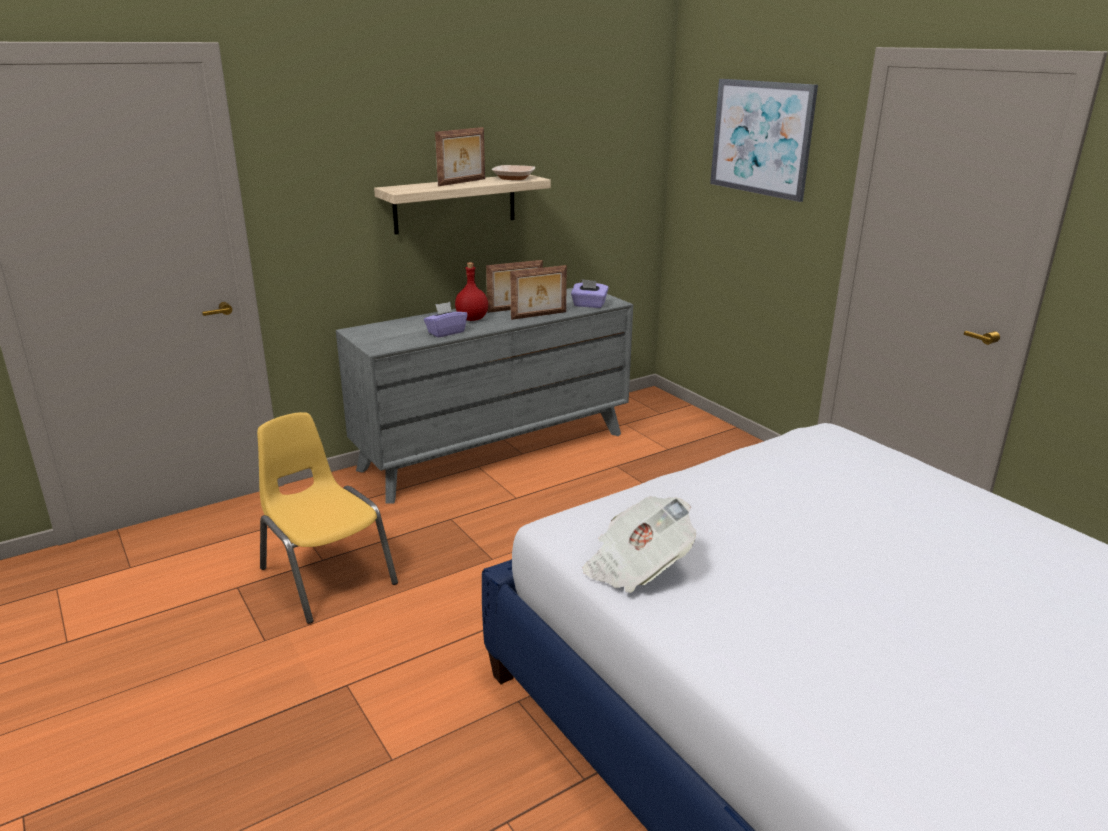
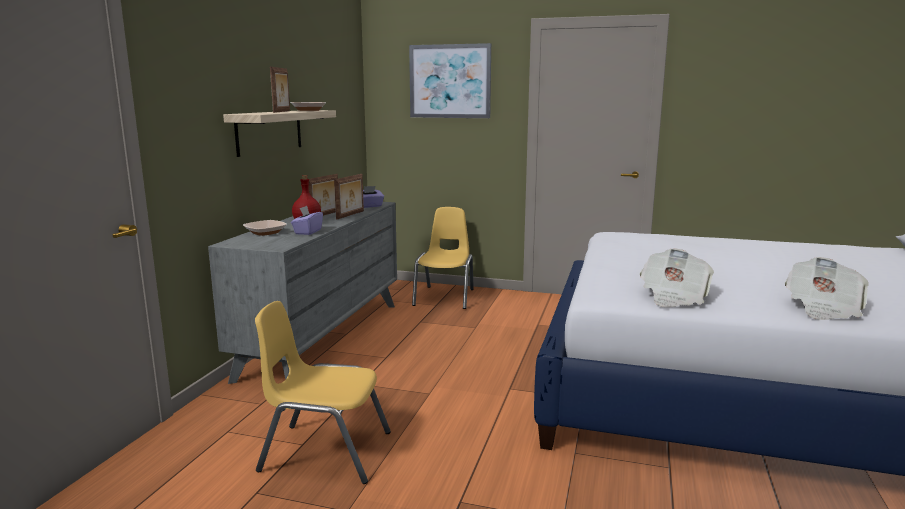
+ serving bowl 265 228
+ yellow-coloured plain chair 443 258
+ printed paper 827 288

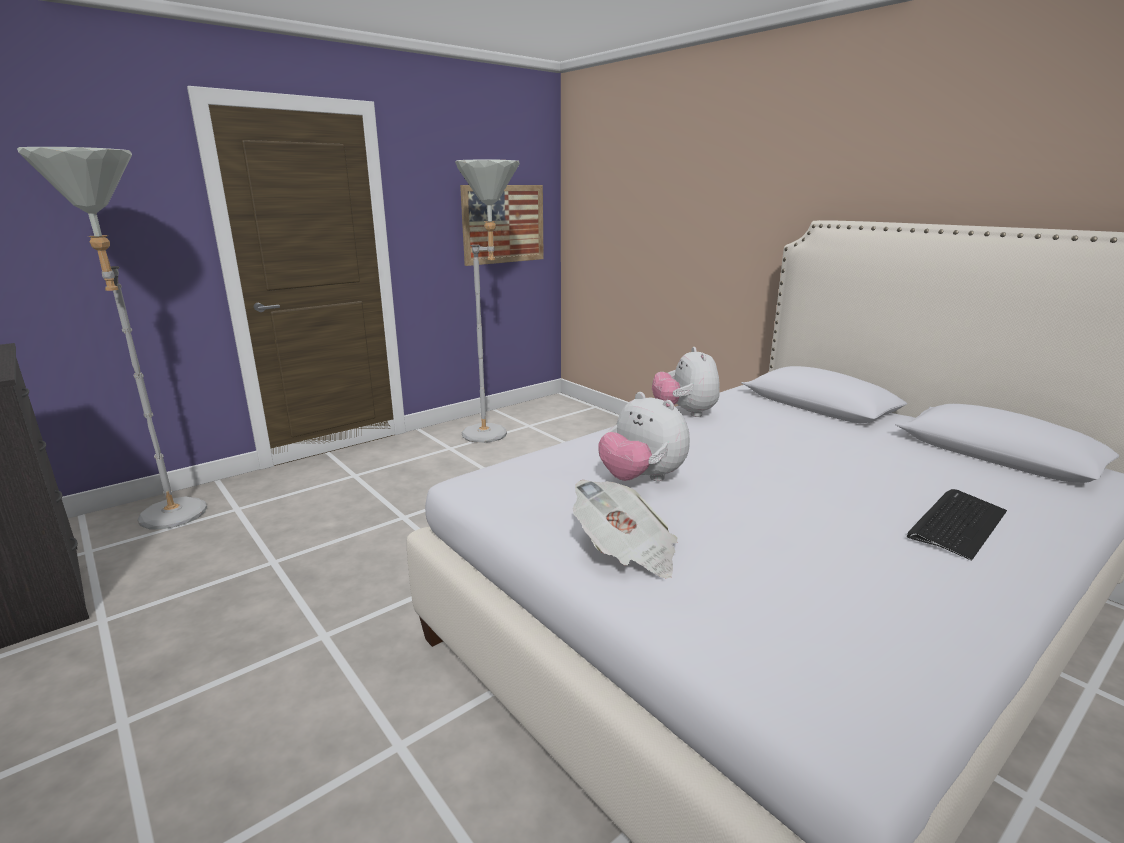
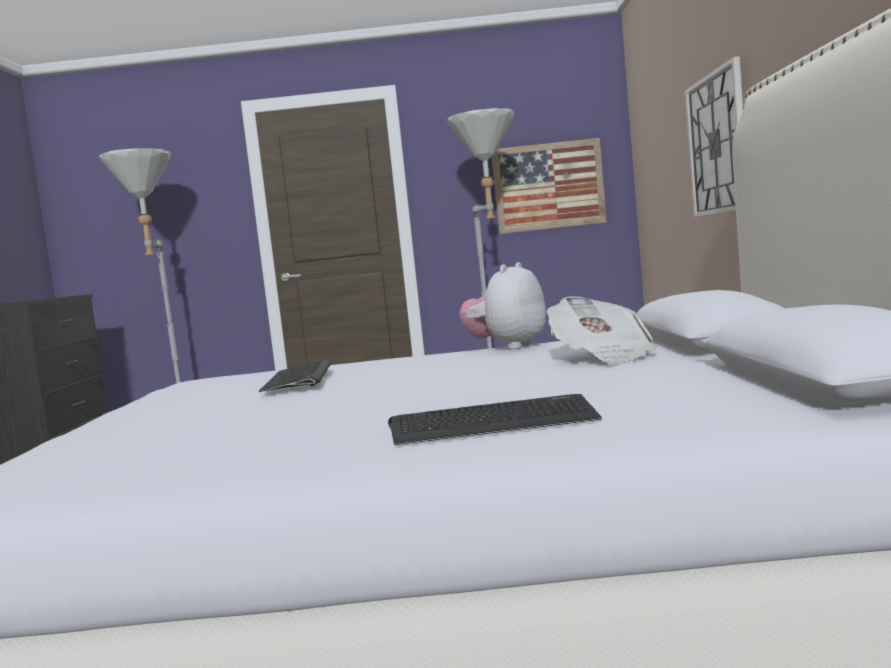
~ plush toy 644 436 to keyboard 295 376
~ printed paper 624 529 to 601 330
+ hanging clock 714 136

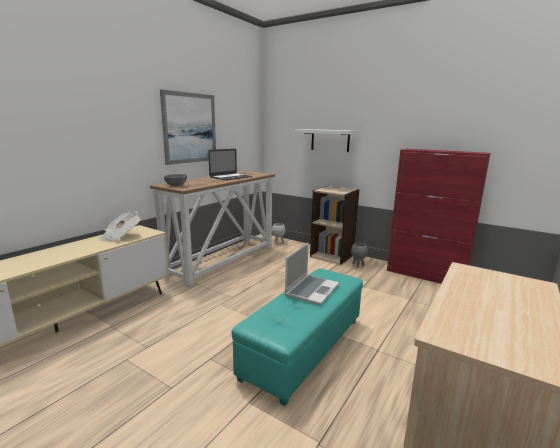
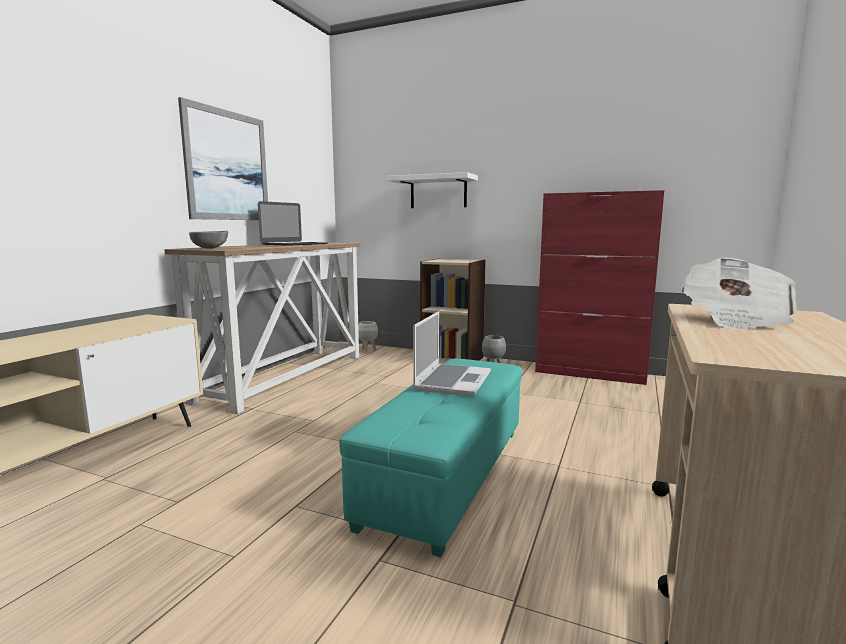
~ printed paper 119 226 to 739 293

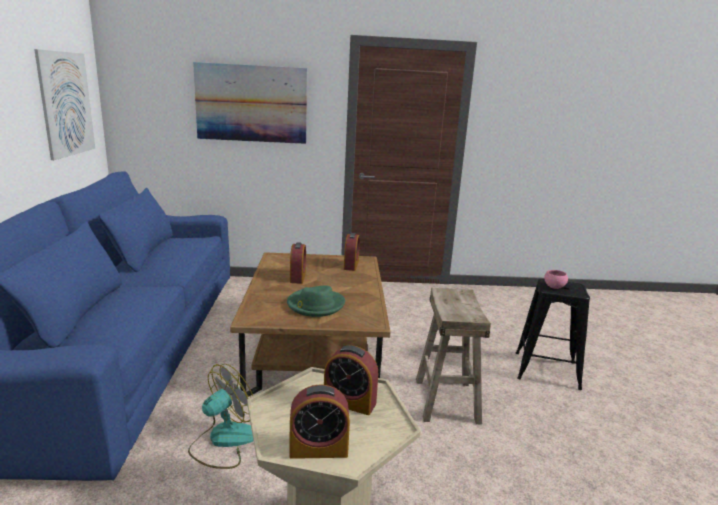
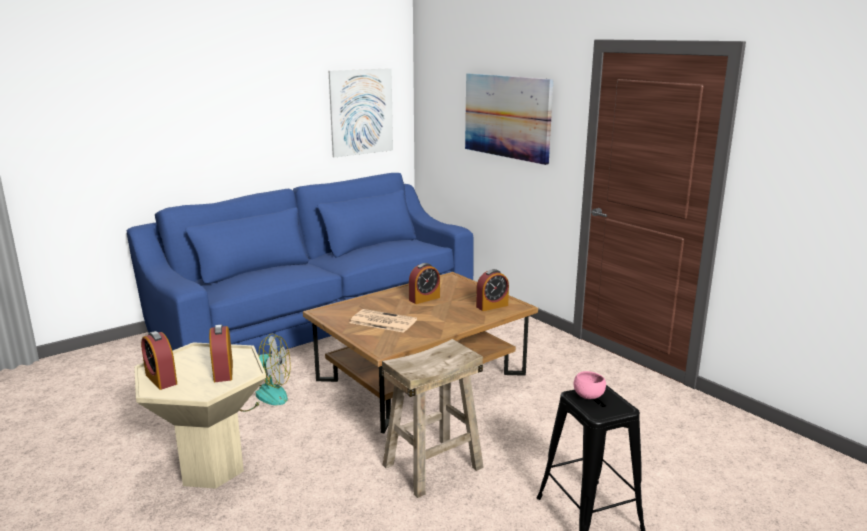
~ green hat 316 301 to printed paper 383 321

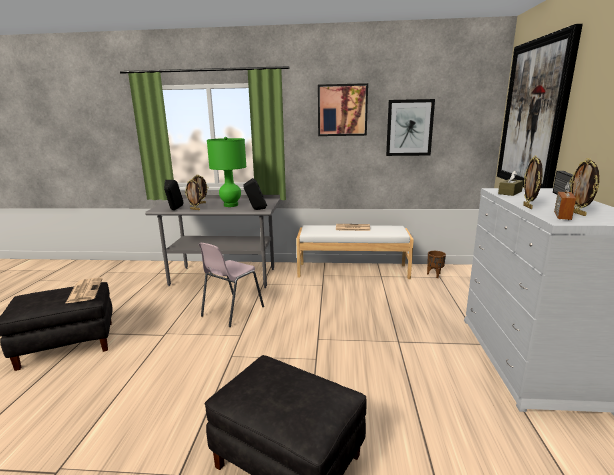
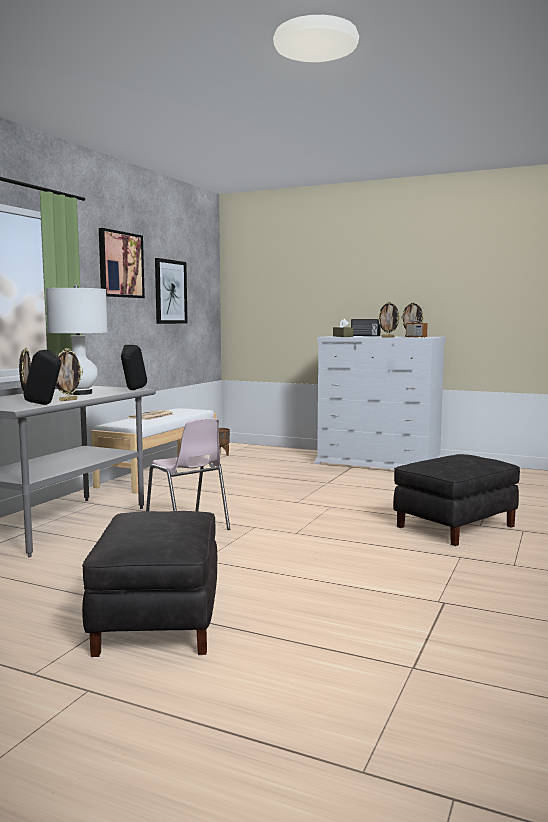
~ green tabletop lamp 227 172 to white tabletop lamp 77 340
- printed paper 84 290
- wall picture 540 106

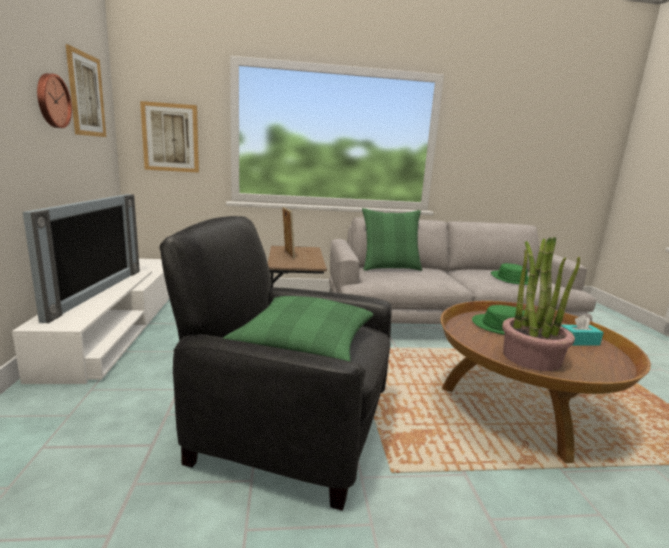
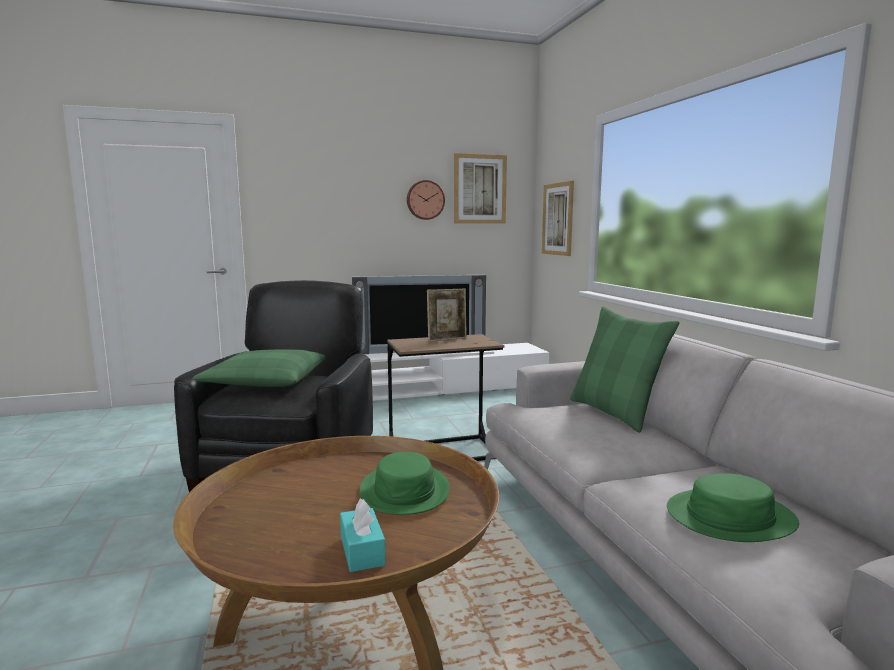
- houseplant 541 304

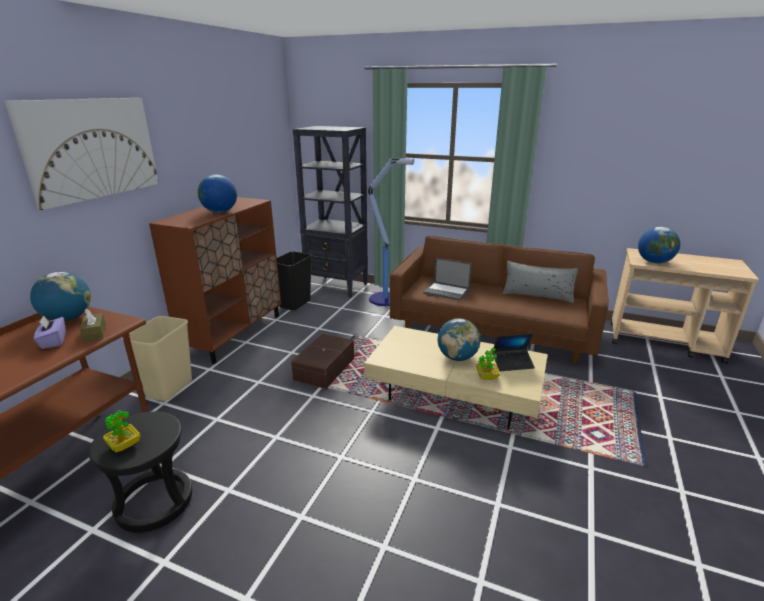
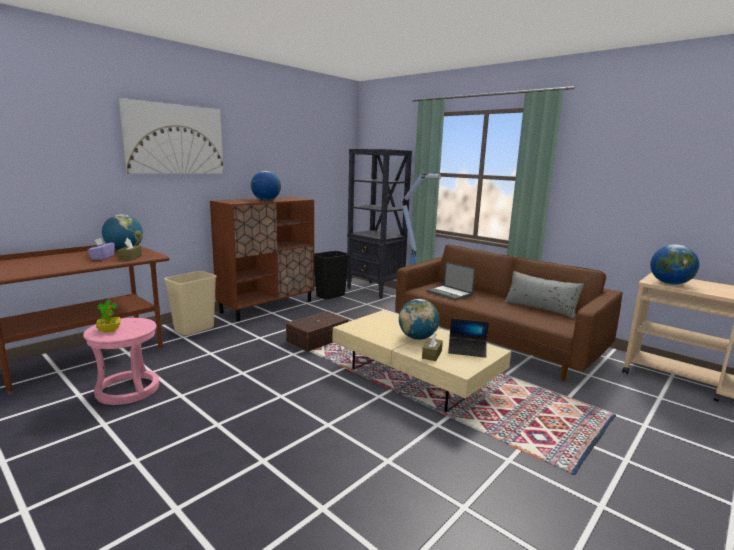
~ black stool seat 140 472 to pink-coloured stool seat 121 361
~ houseplant 488 363 to brownish tissue box 432 347

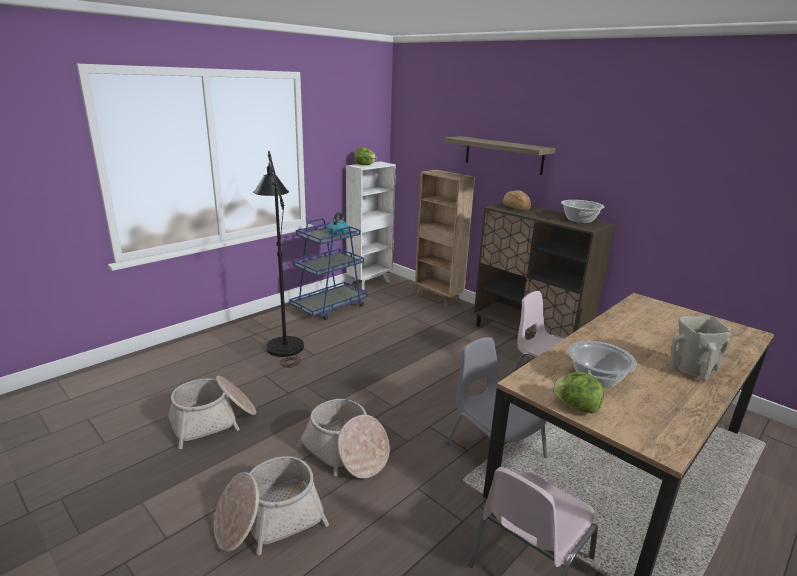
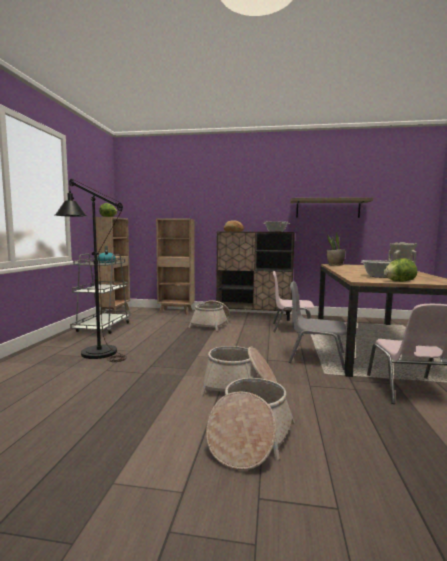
~ bluish wheeled cart 328 269 to gray wheeled cart 100 294
~ white bookshelf 371 225 to brownish bookshelf 112 265
~ basket 212 412 to 209 315
~ shelf 499 155 to 331 207
+ houseplant 336 249

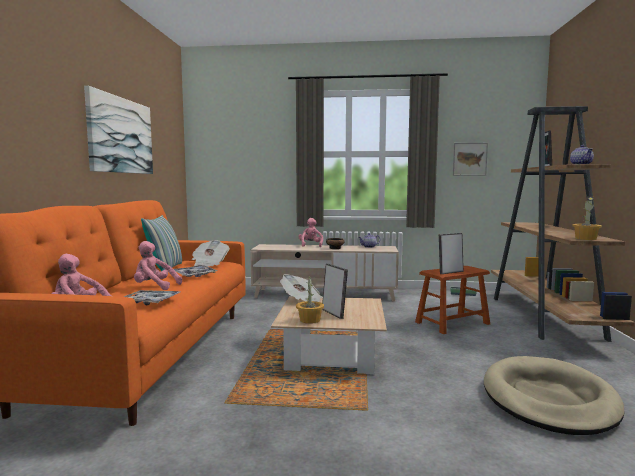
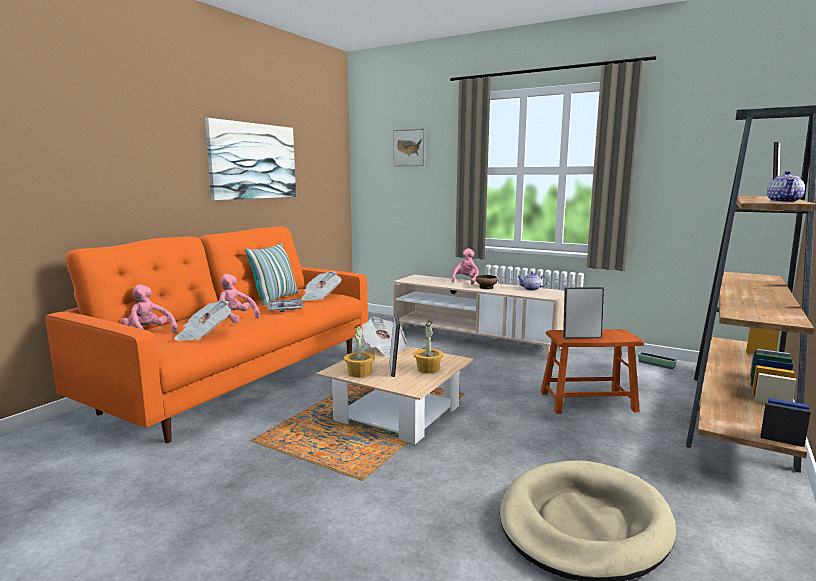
~ carrying tray 152 297 to printed paper 202 320
~ wall picture 470 159 to 409 147
~ houseplant 587 218 to 428 347

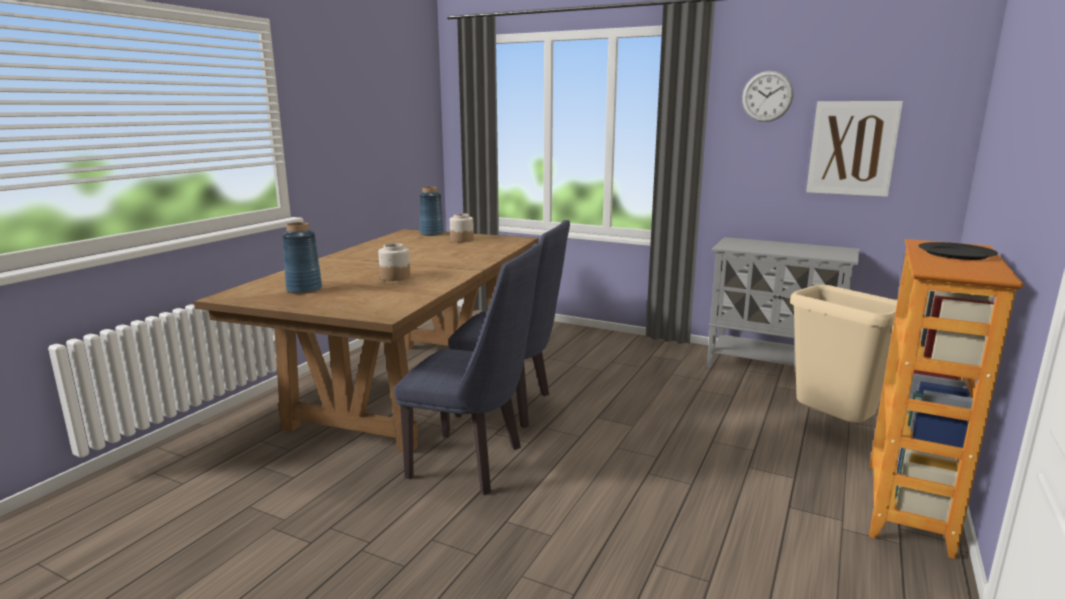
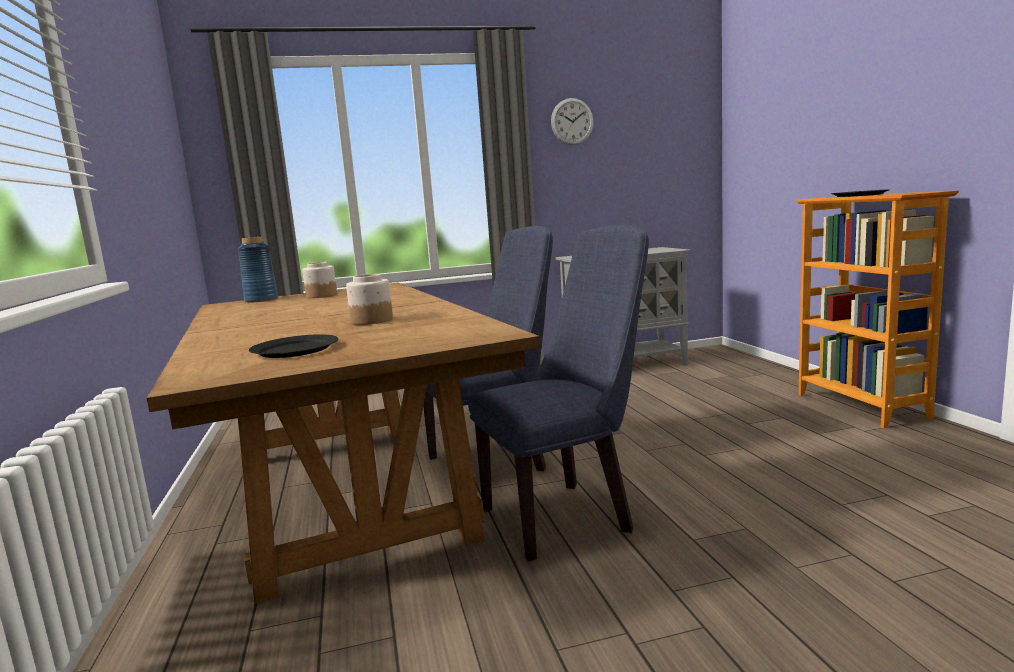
~ bluish decorative vase 302 258 to black dinner plate 293 346
- beige rubbish bin 843 354
- wall picture 854 149

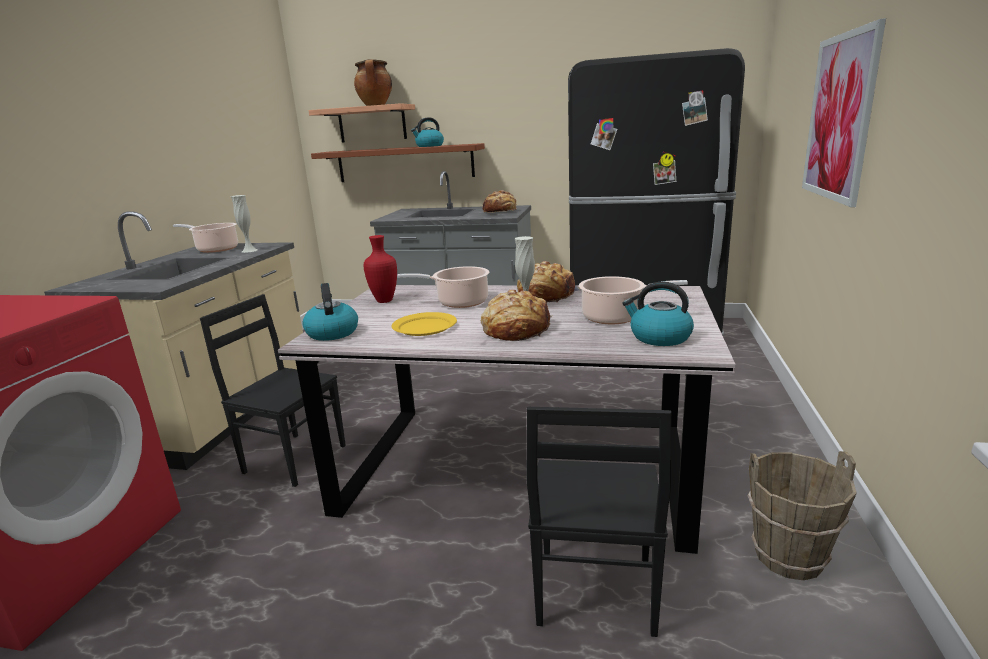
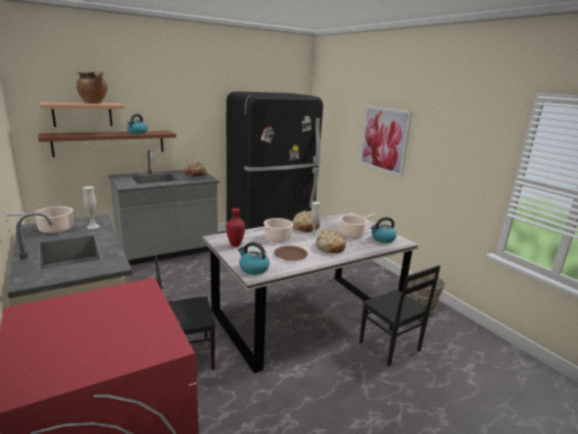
~ yellow-coloured dinner plate 424 324 to brownish dinner plate 291 253

